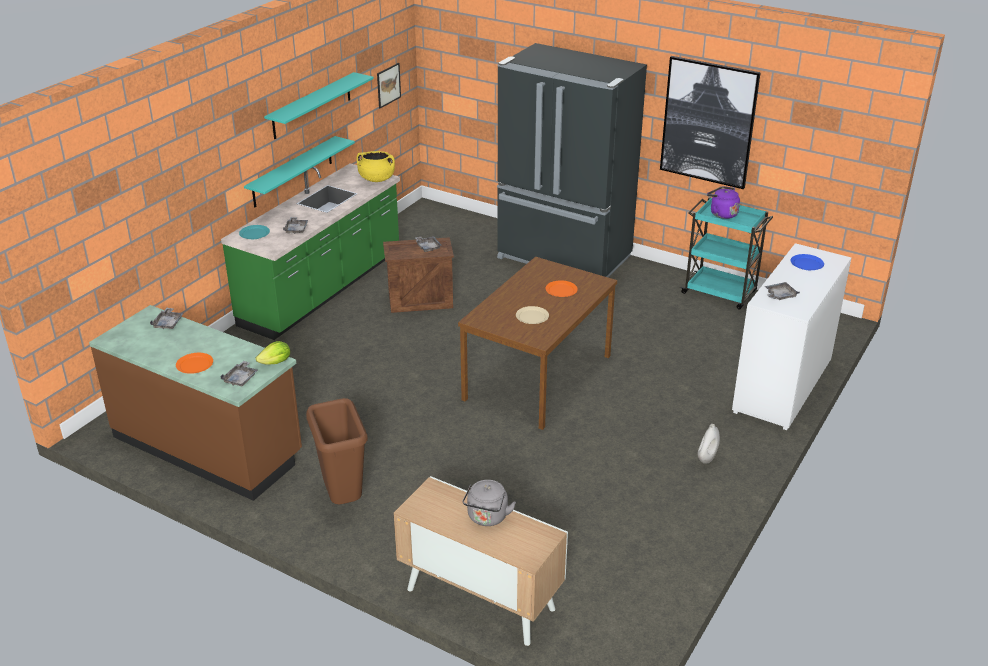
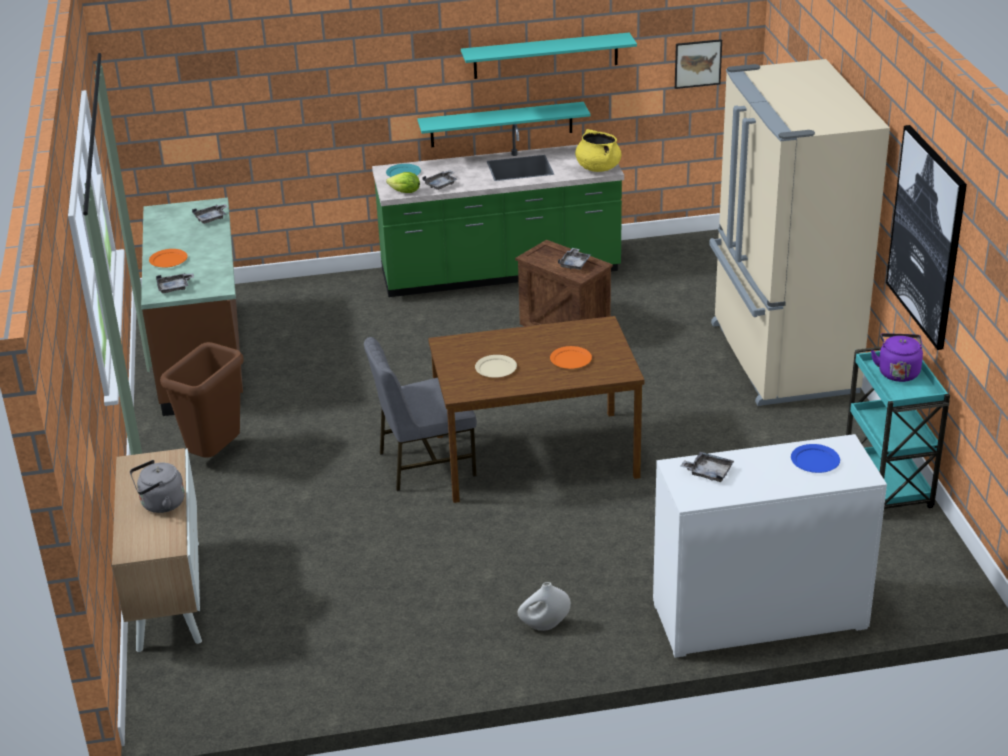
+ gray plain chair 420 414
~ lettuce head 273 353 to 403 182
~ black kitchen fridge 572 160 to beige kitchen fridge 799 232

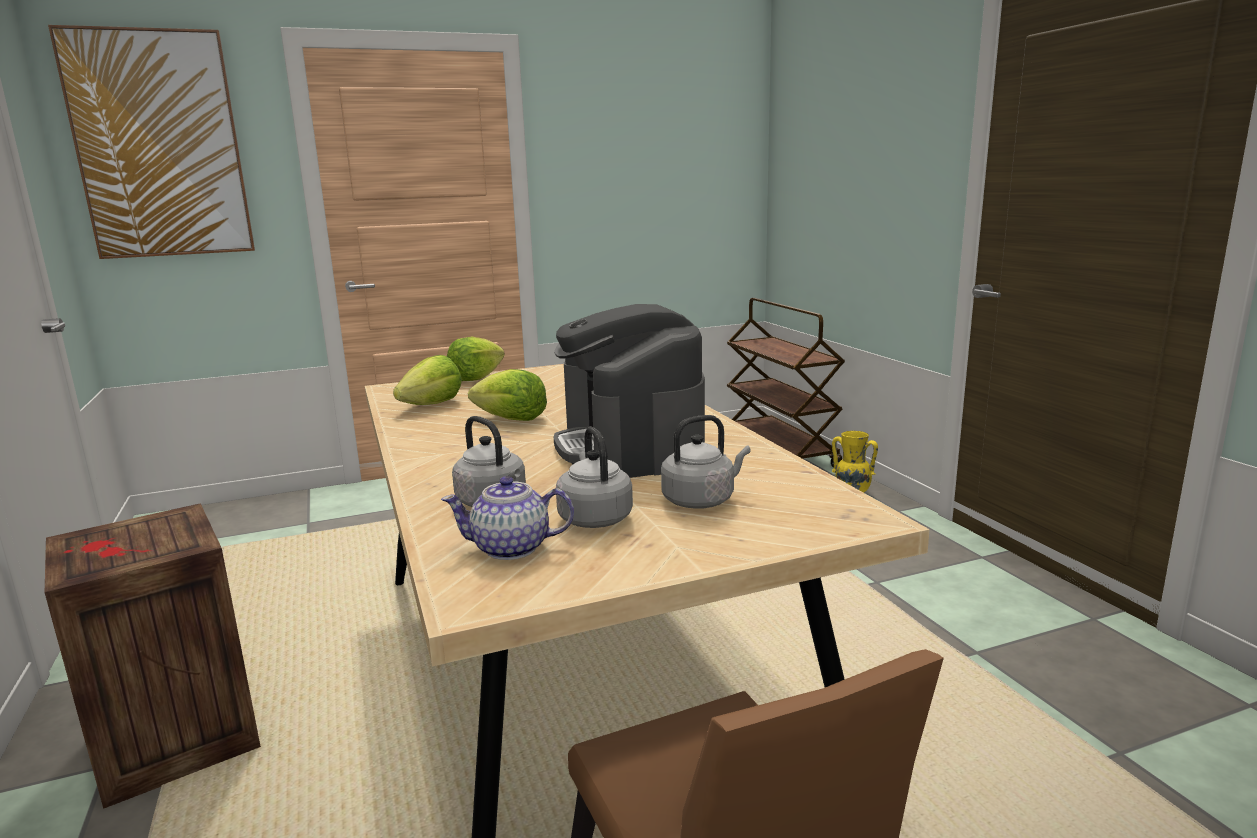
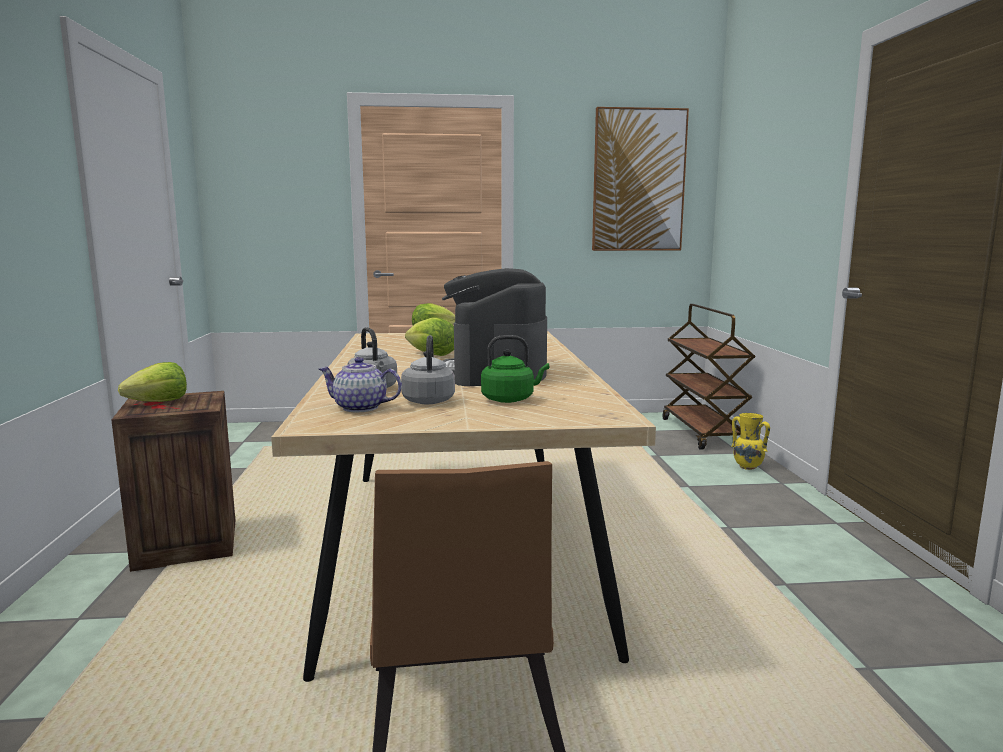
~ lettuce head 427 380 to 152 382
~ gray tea kettle 706 462 to green tea kettle 515 369
~ wall picture 151 142 to 640 179

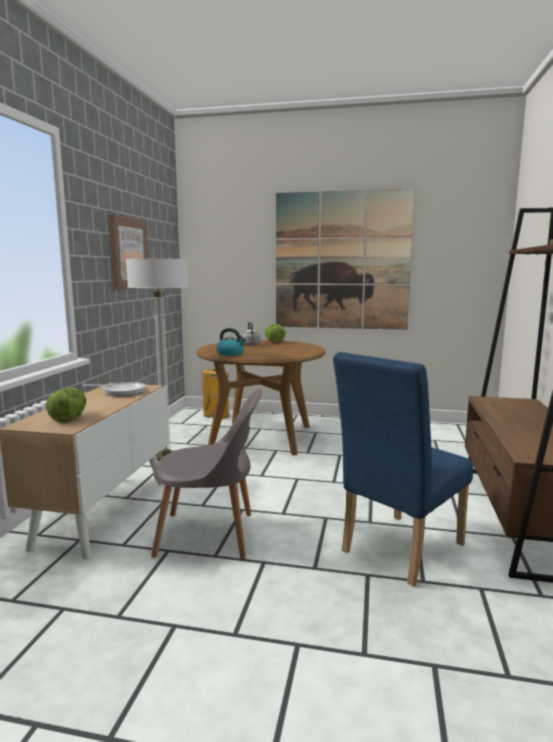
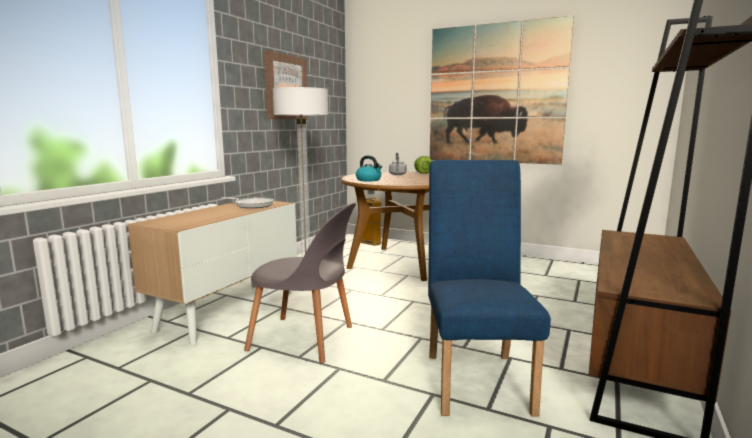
~ bluish plain chair 403 469 = 489 288 120 degrees clockwise
- lettuce head 66 405

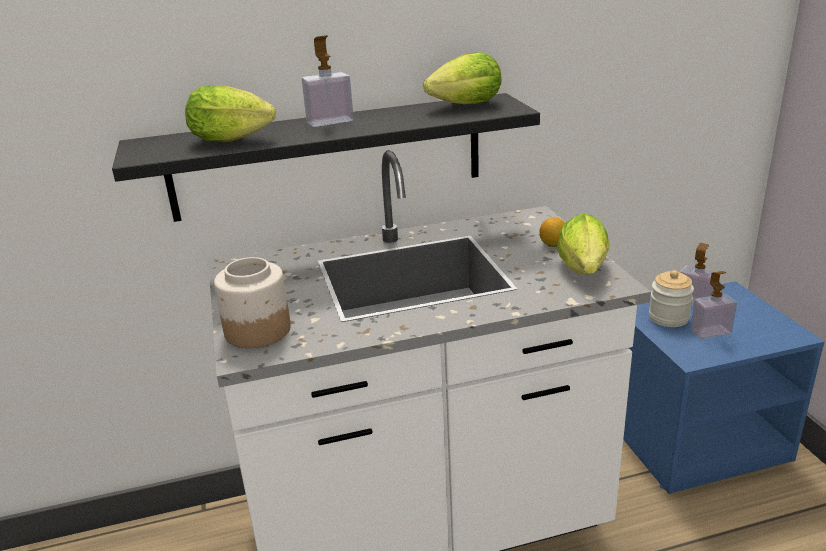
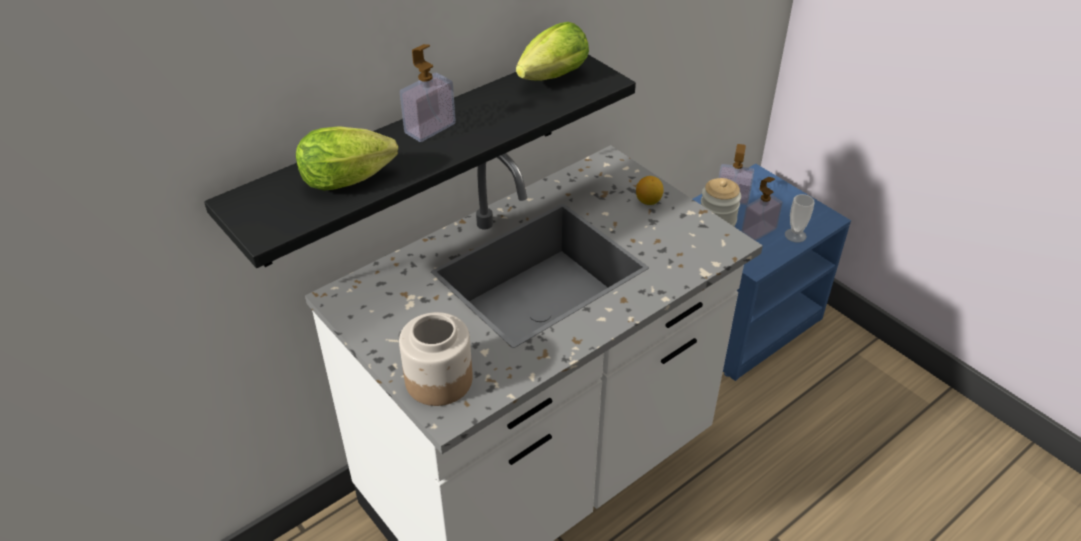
+ drinking cup 800 218
- lettuce head 583 244

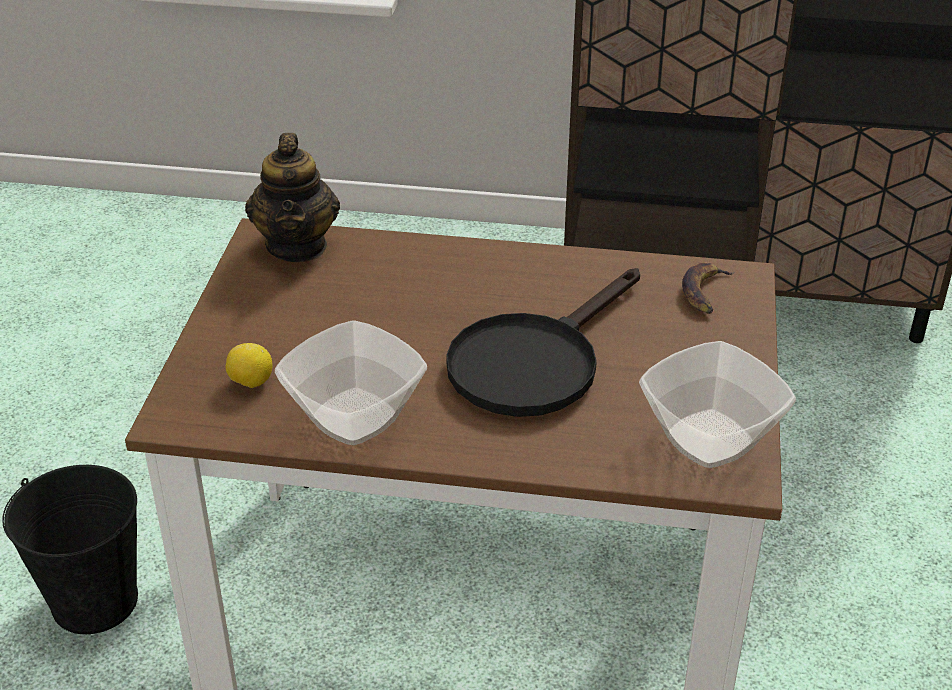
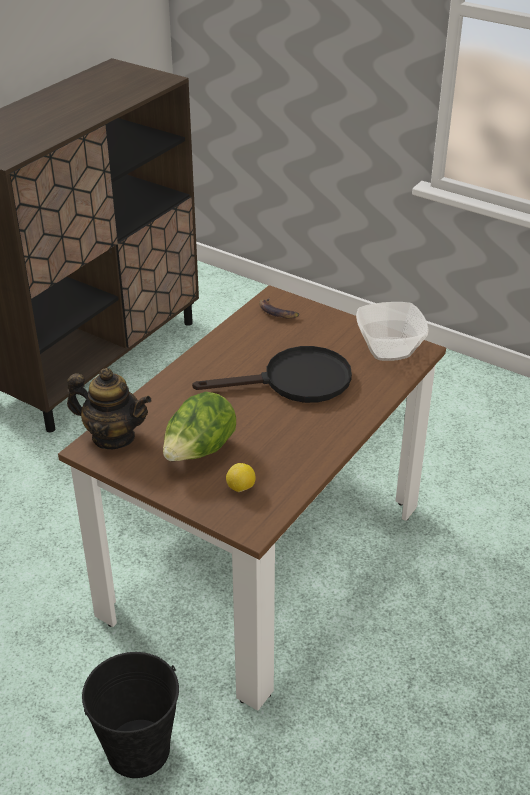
+ lettuce head 199 426
~ black frying pan 543 342 = 272 374 75 degrees counterclockwise
- serving bowl 351 382

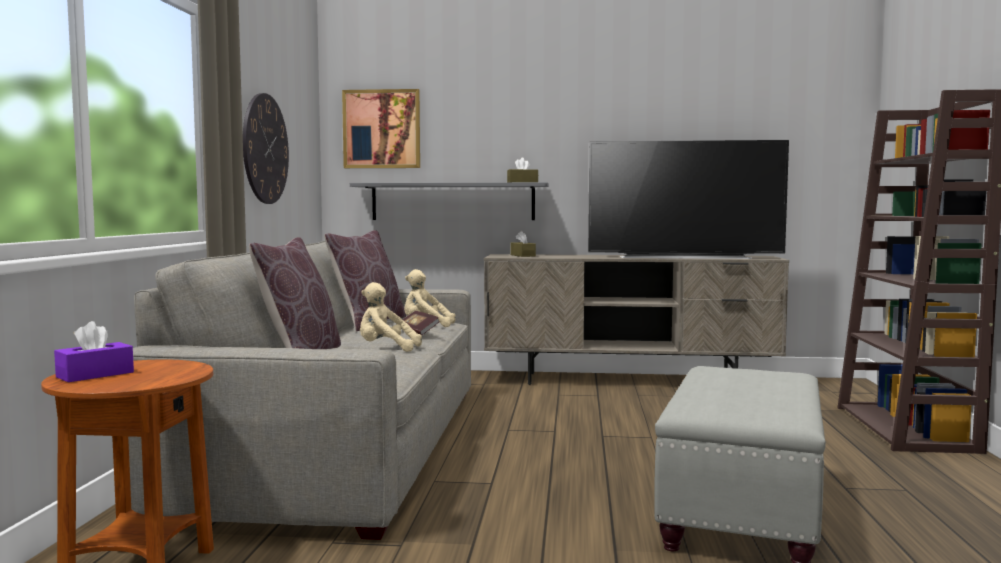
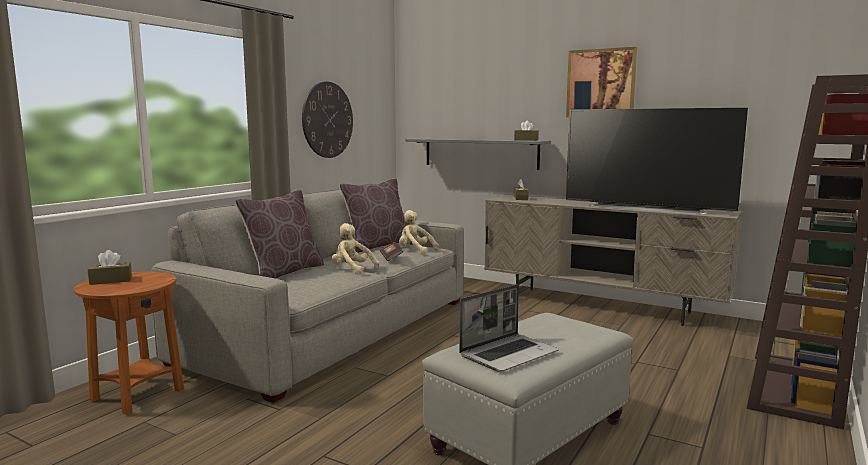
~ purple-coloured tissue box 94 351 to brownish tissue box 110 267
+ portable computer 509 328
~ wall picture 381 128 to 601 82

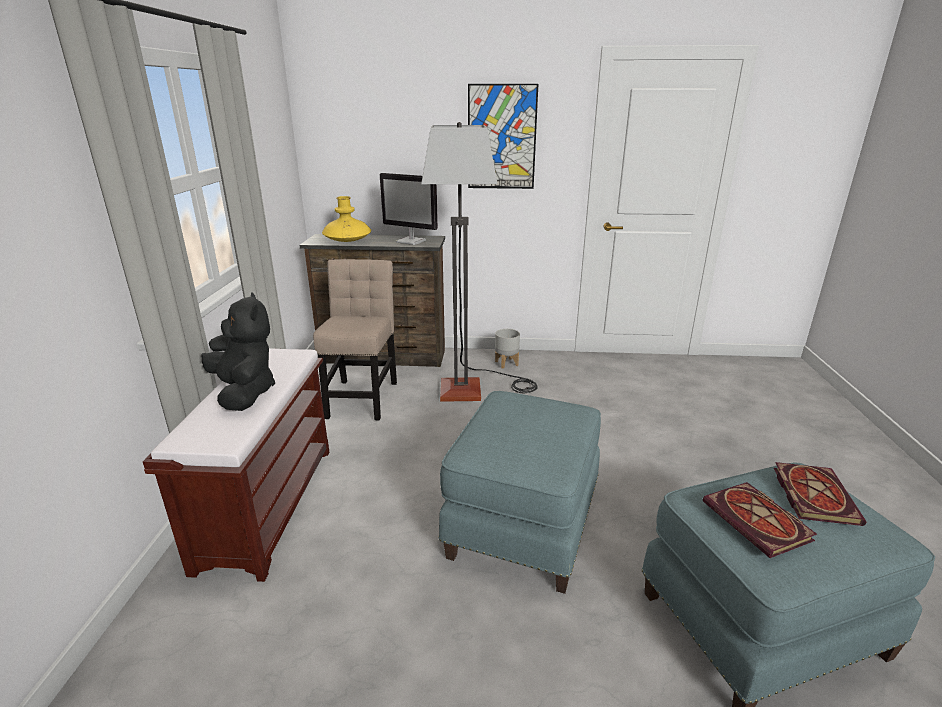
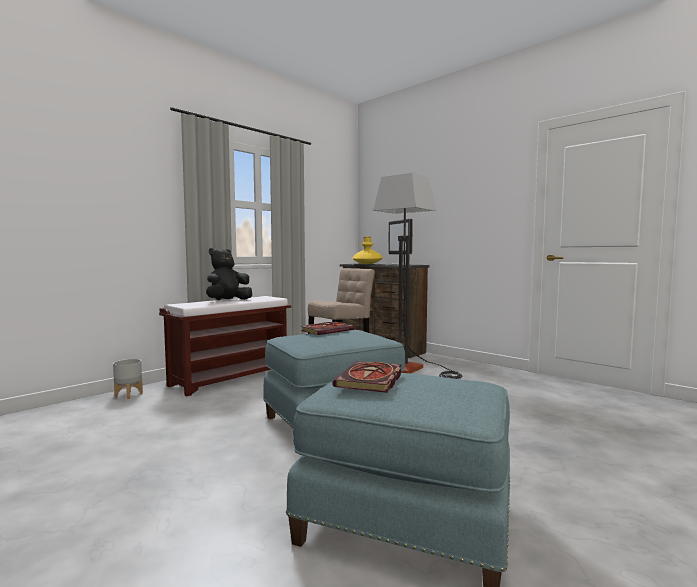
~ gray planter 507 349 to 128 379
~ black plush toy 238 351 = 229 274 150 degrees counterclockwise
~ bound book 820 494 to 327 328
- wall picture 503 136

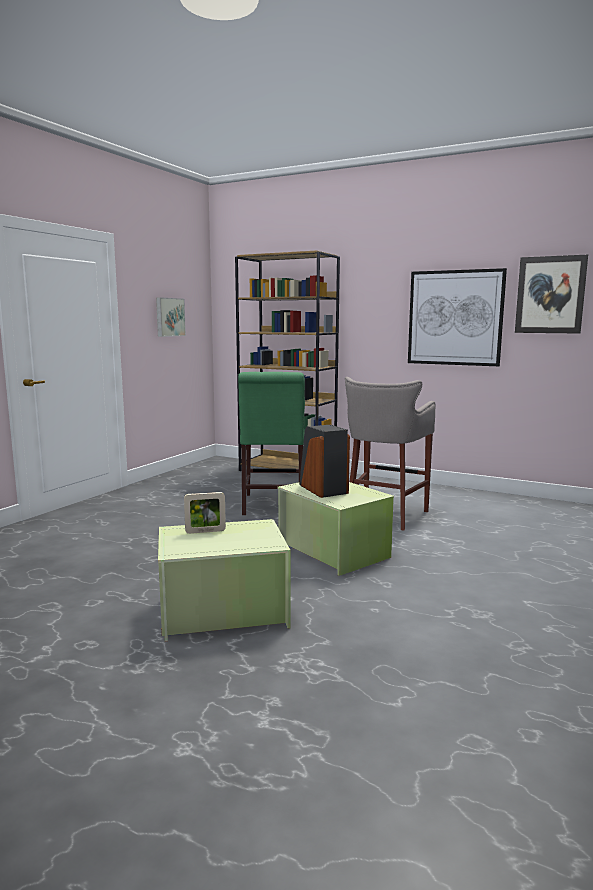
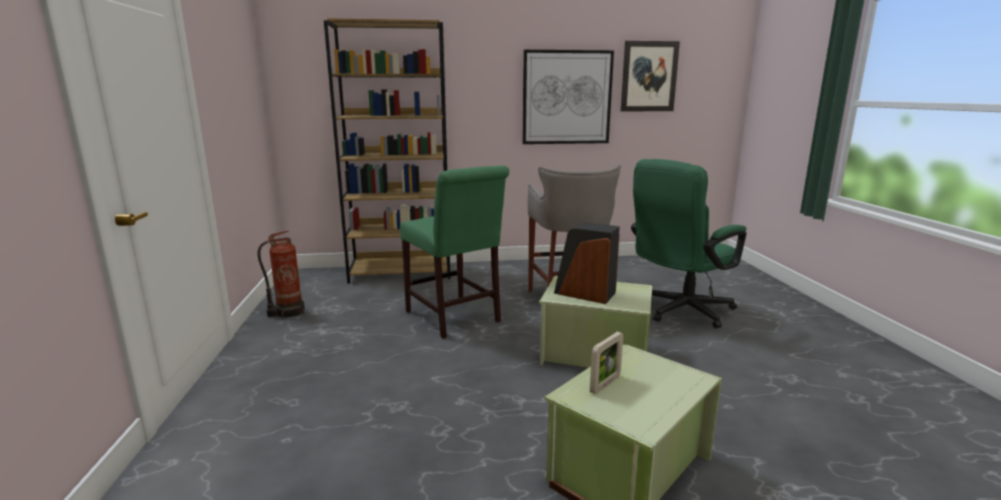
+ fire-fighting cylinder 281 275
+ green office chair 688 243
- wall picture 171 317

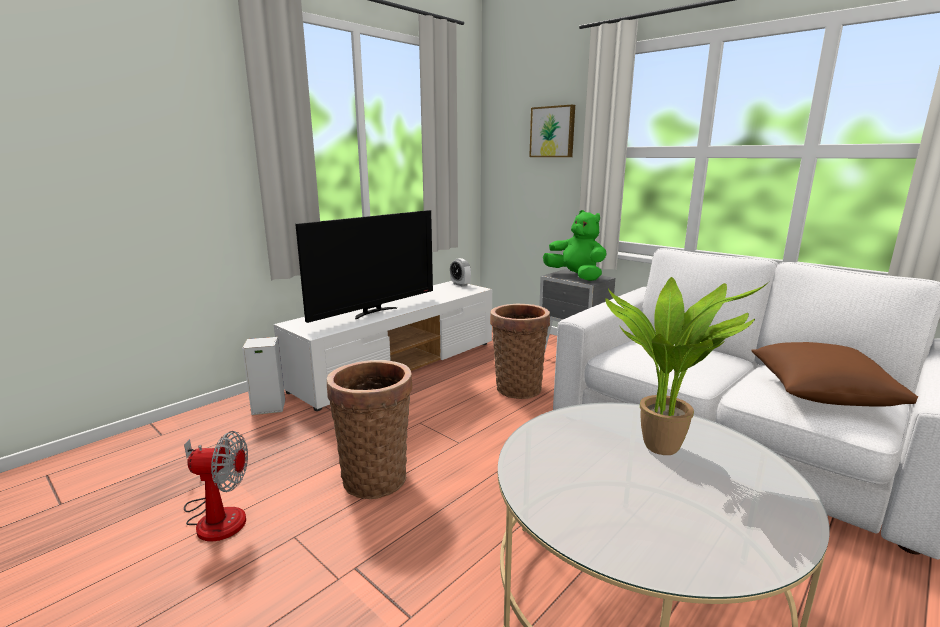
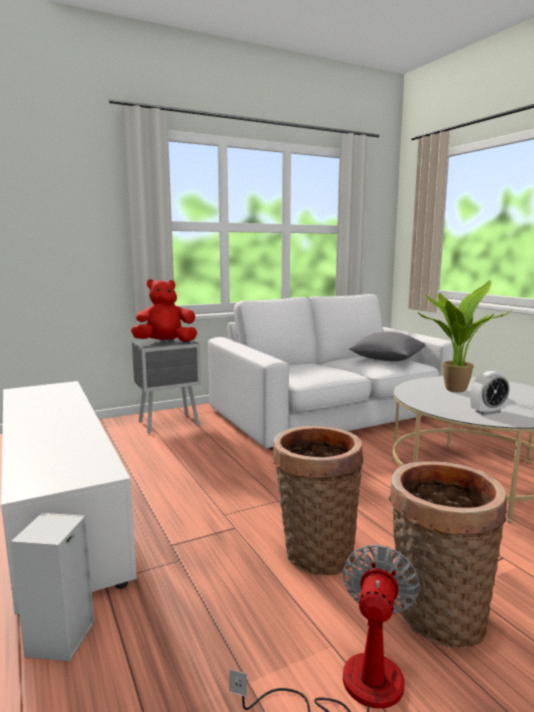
~ green plush toy 574 245 to red-coloured plush toy 164 310
~ brownish cushion 834 374 to gray cushion 387 346
~ basket 520 351 to 448 555
~ table clock 460 272 to 490 393
- TV 364 266
- wall picture 552 131

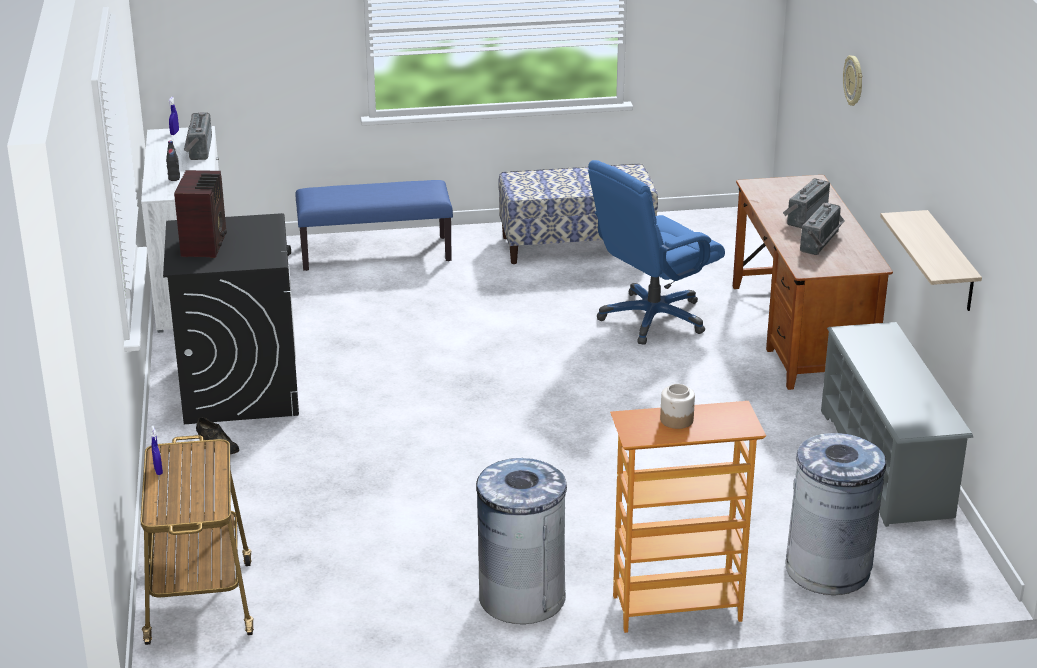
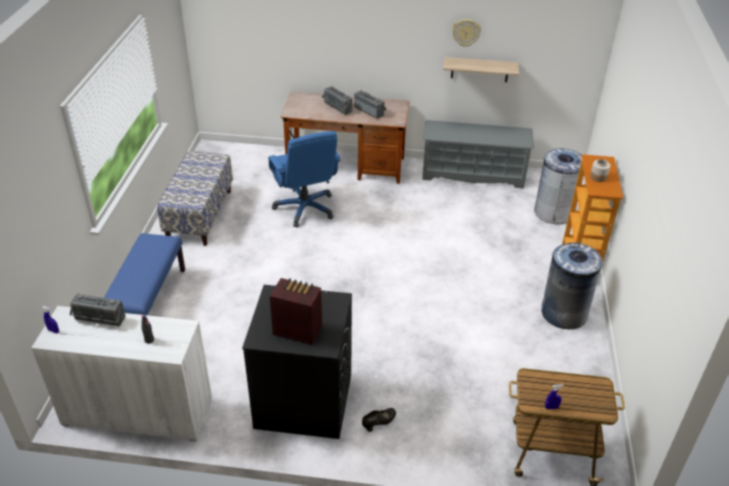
~ hanging clock 852 80 to 466 33

